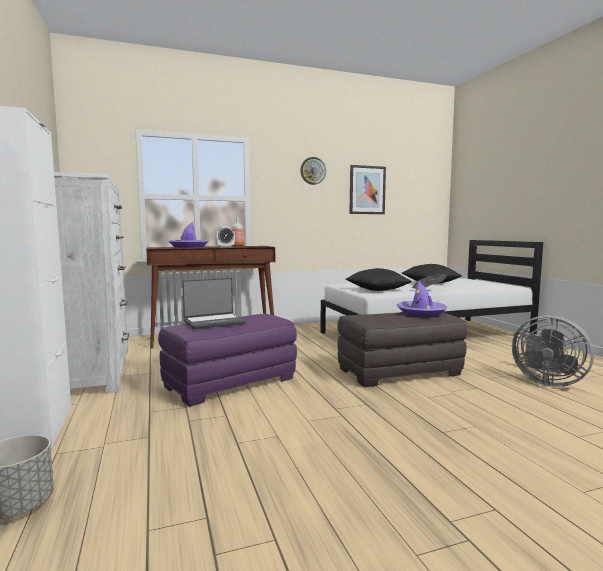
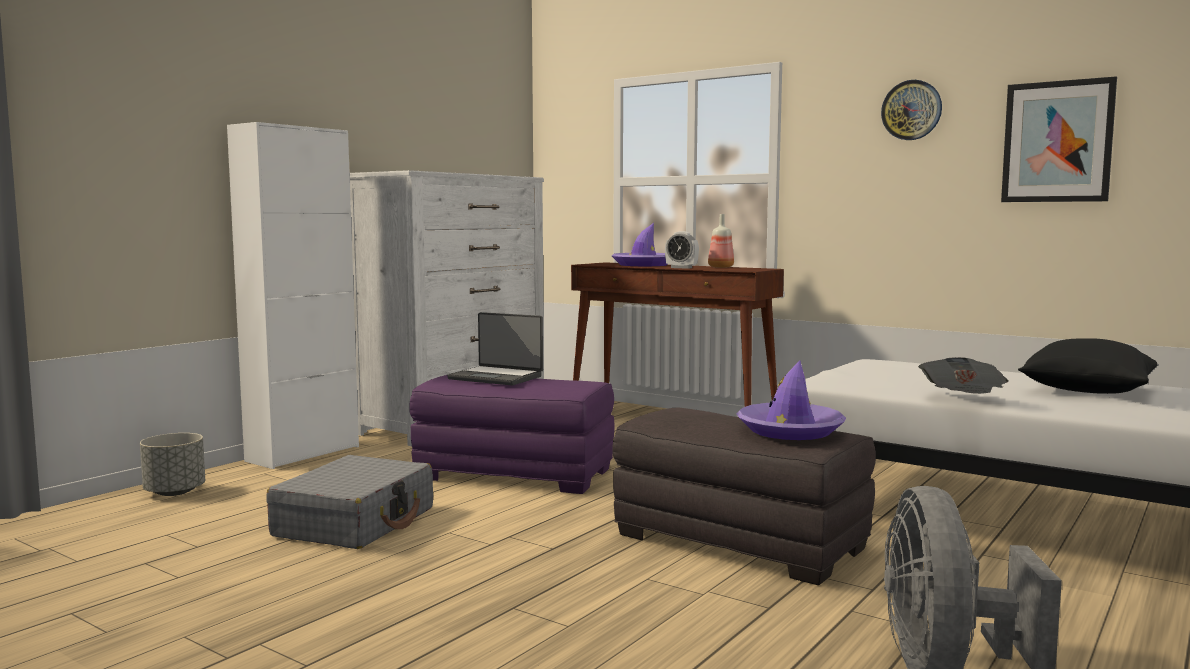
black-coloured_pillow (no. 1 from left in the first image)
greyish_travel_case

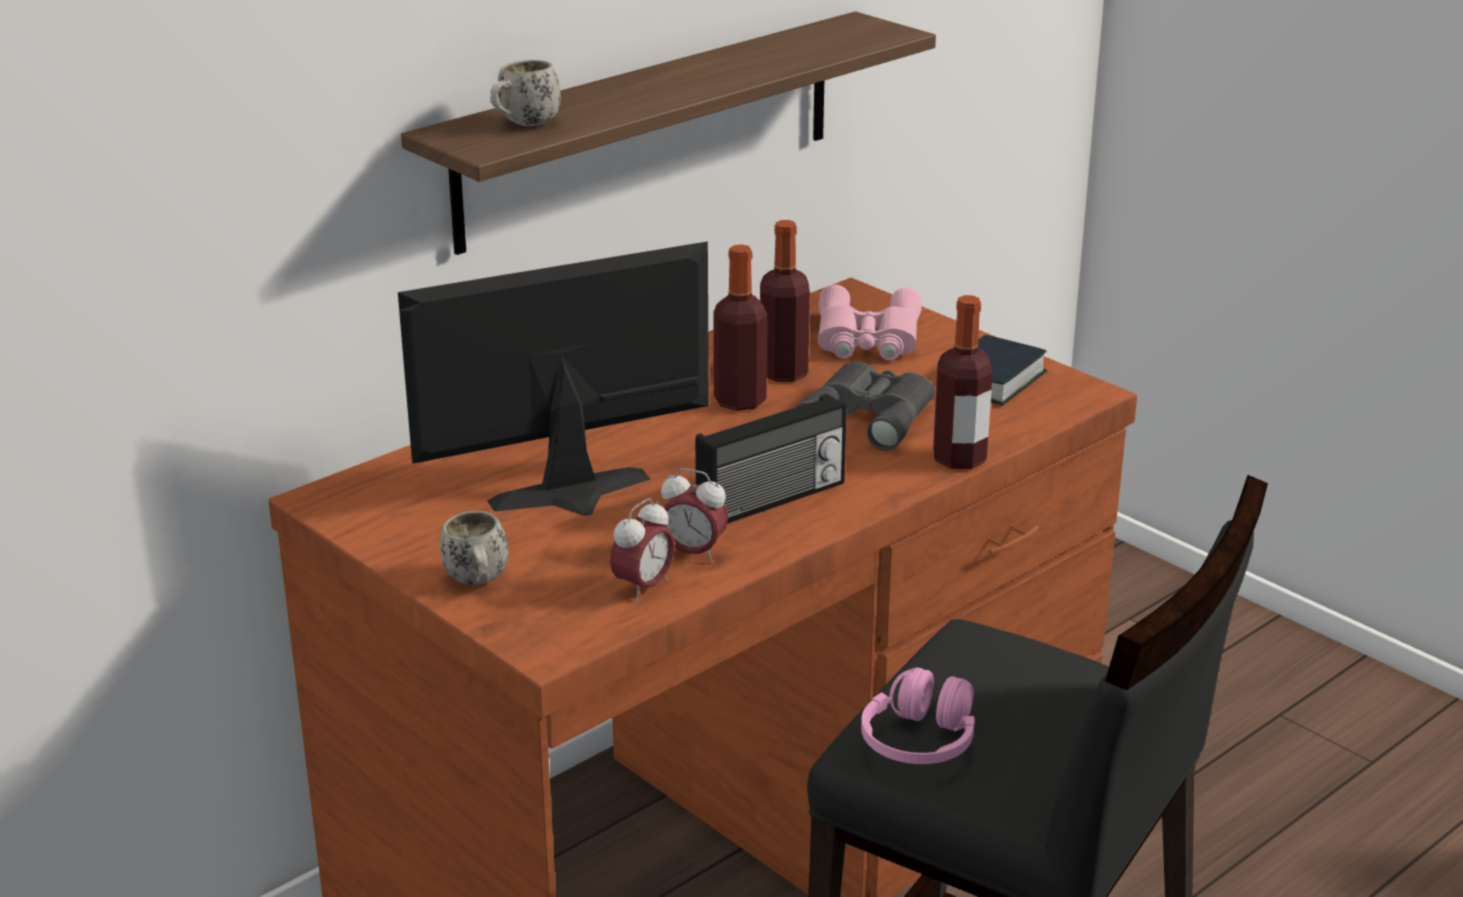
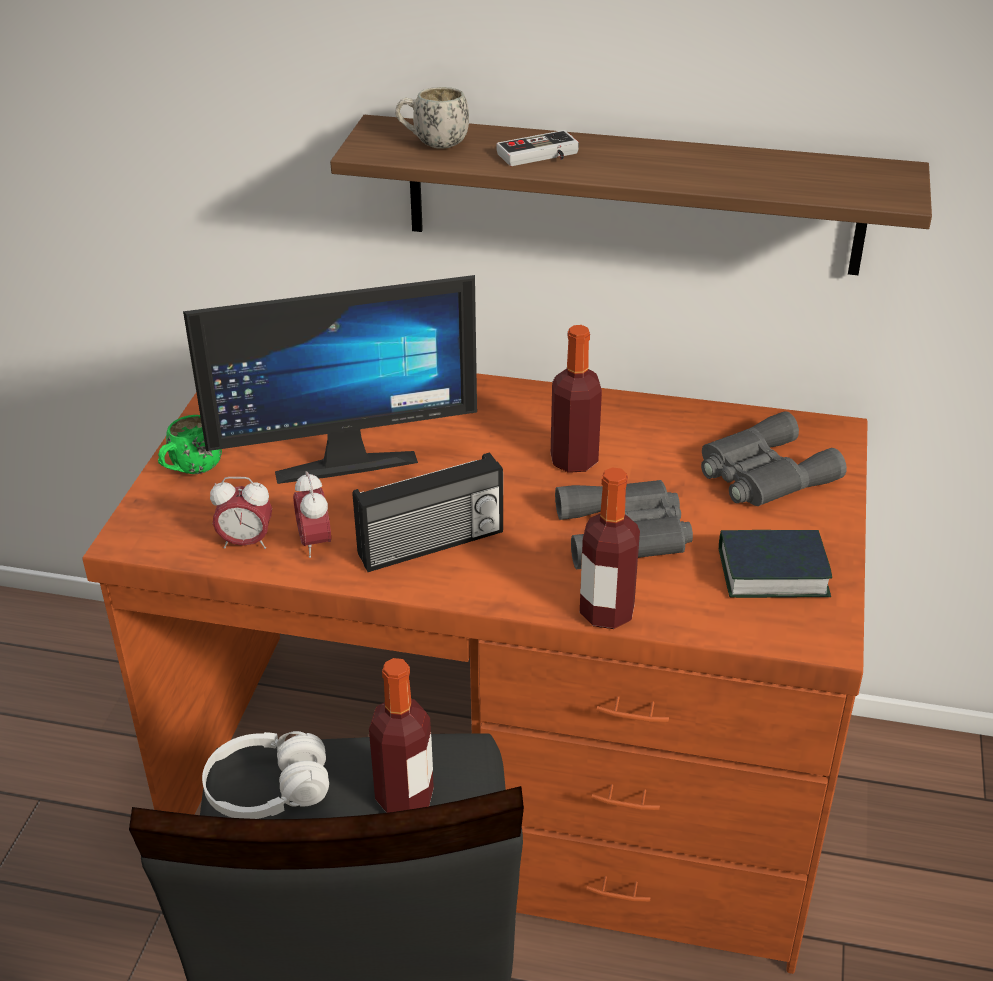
joypad
beverage_bottle (no. 1 from left)
green-coloured_tea_mug
greyish_field_glasses (no. 2 from left)
whitish_pair_of_headphones
computer_screen
radio_set

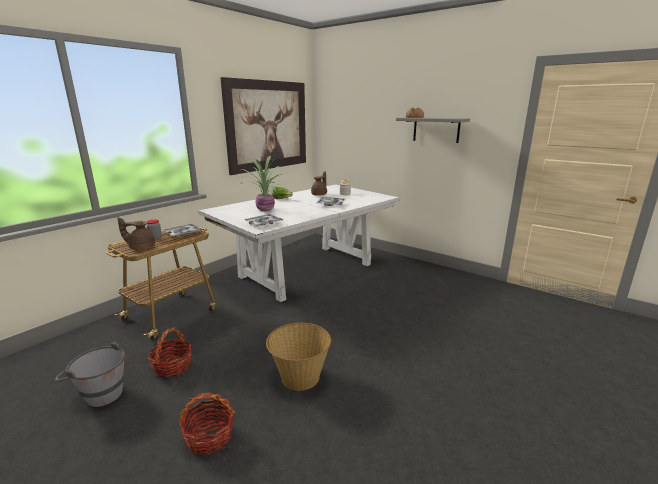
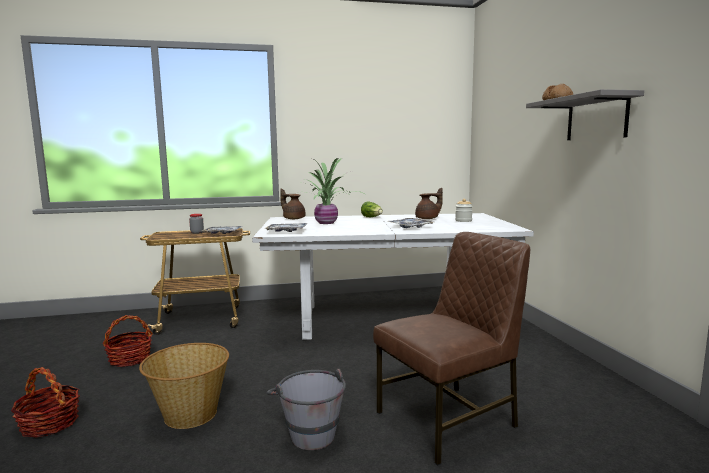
wall_art
brown-coloured_plain_chair
greyish_pail
brown-coloured_pot_for_tea (no. 1 from left)

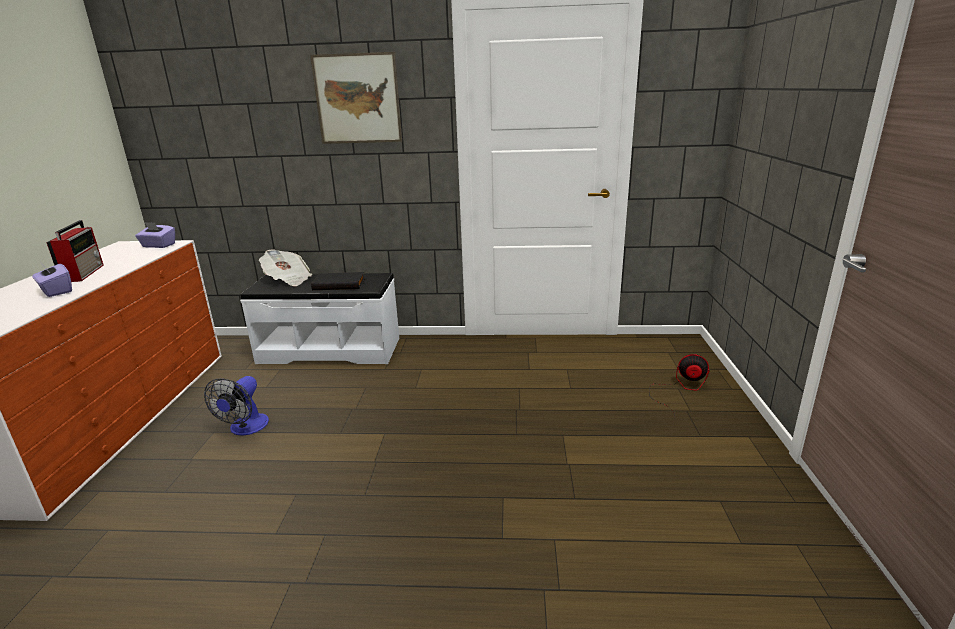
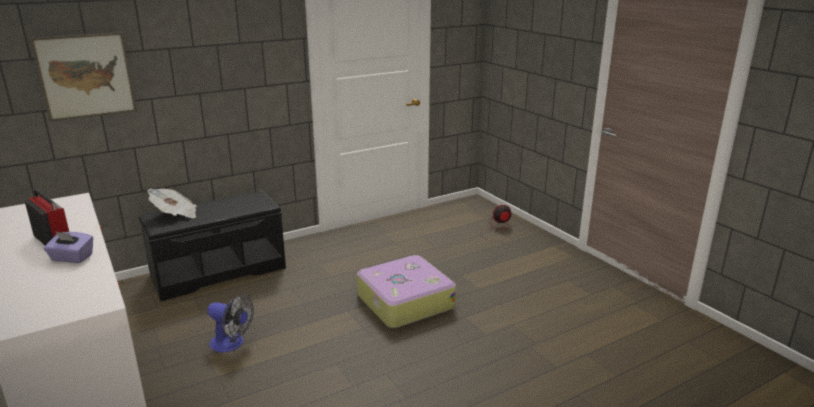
purple-coloured_tissue_holder (no. 2 from left in the first image)
black-coloured_book
travel_case
wall_art
black-coloured_bench
fan (no. 1 from left)

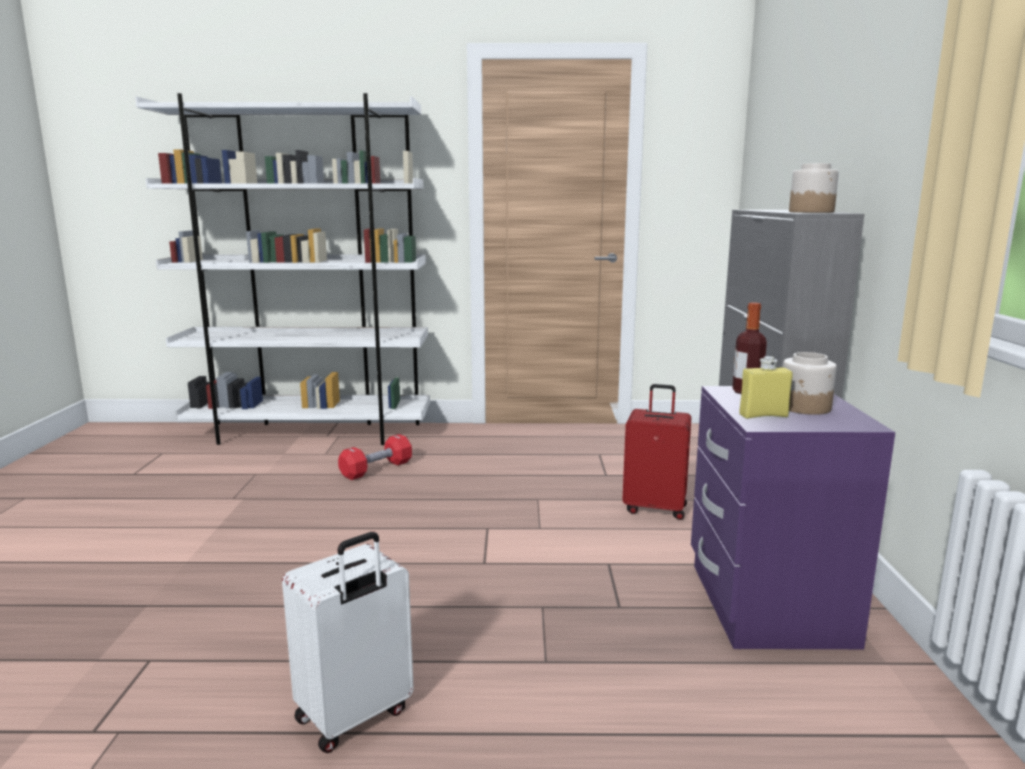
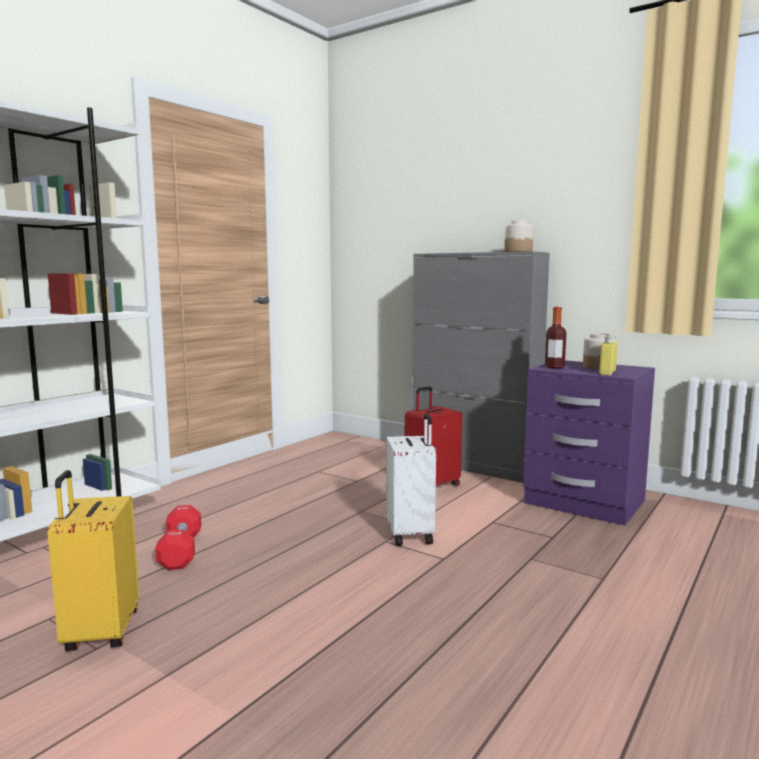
yellowish_travel_case
whitish_travel_case

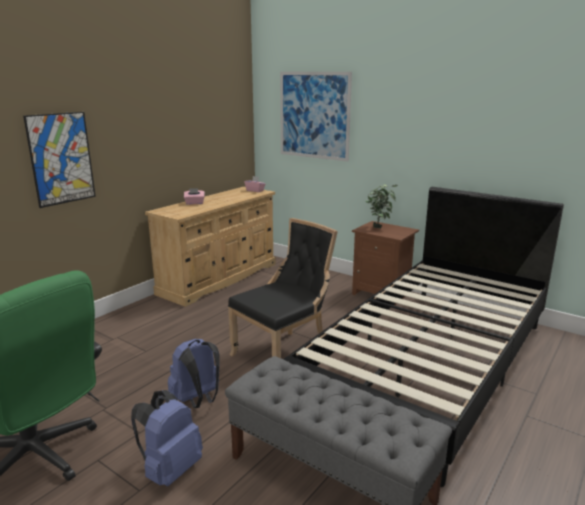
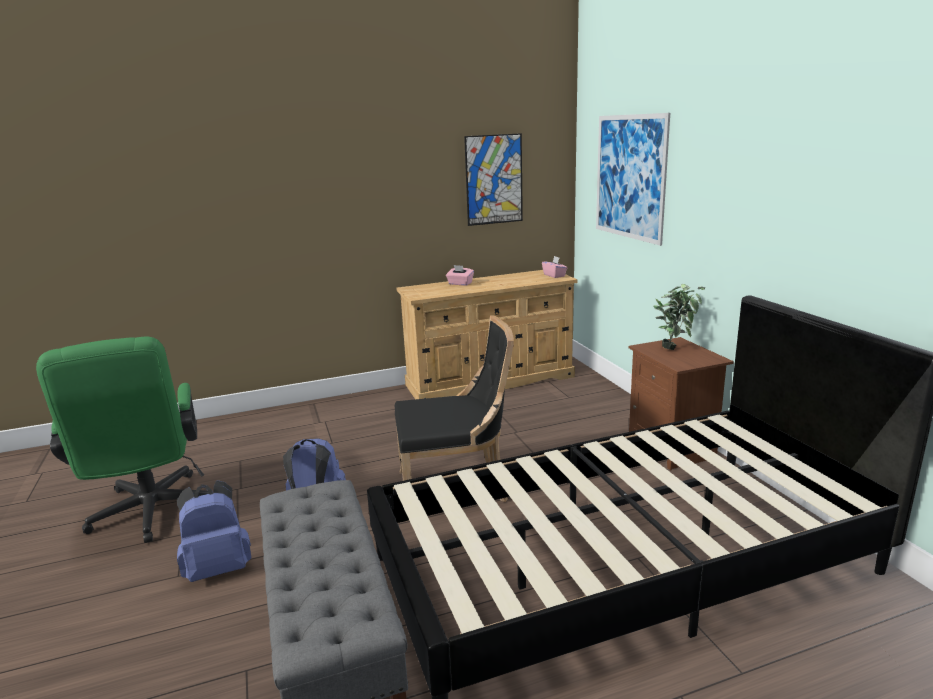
wall_art (no. 1 from left)

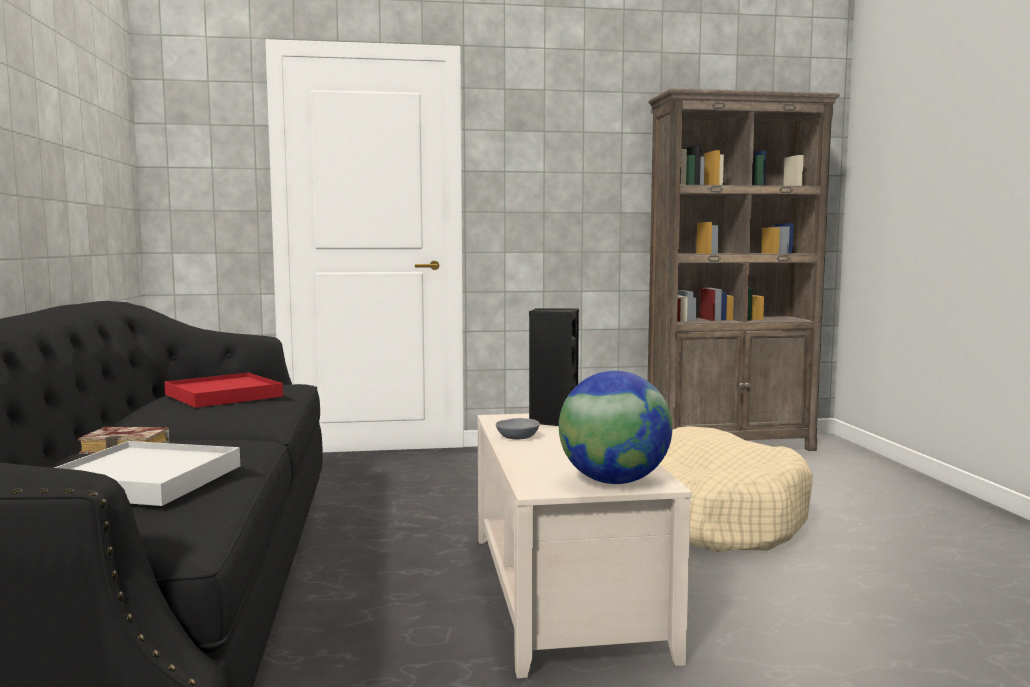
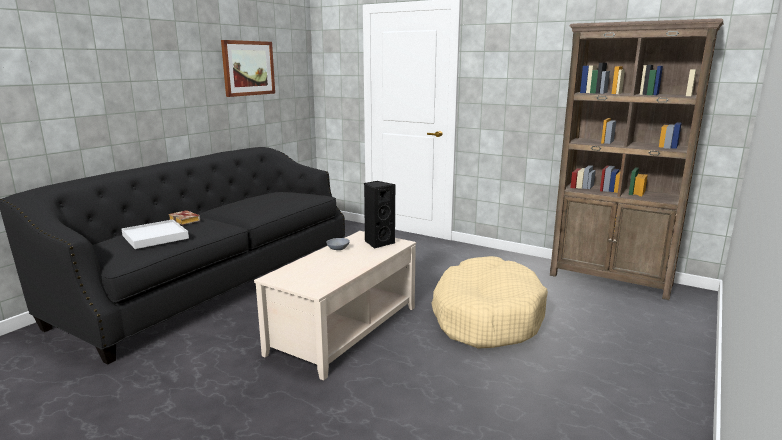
red_carrying_tray
world_globe
wall_art

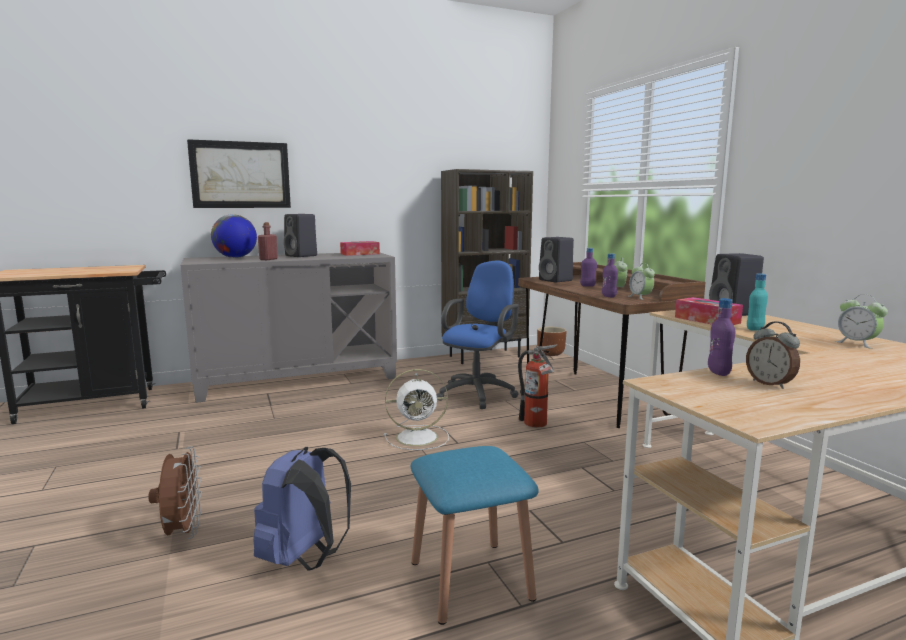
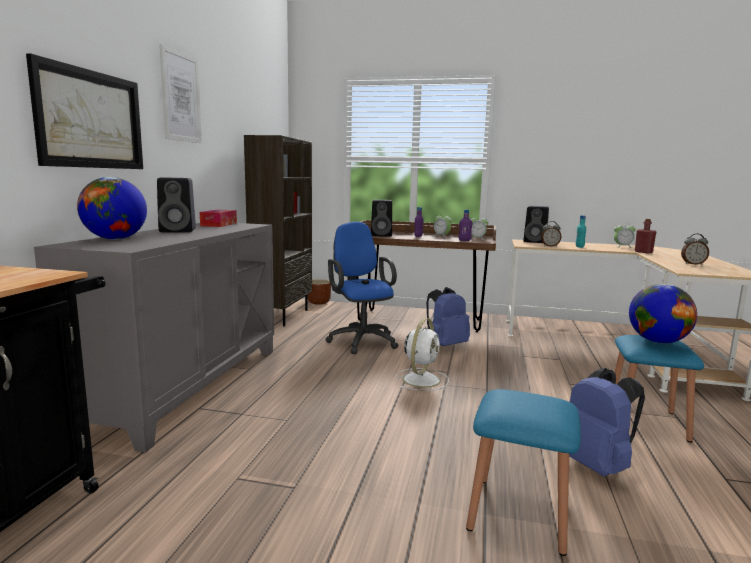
purple-coloured_beverage_bottle (no. 3 from left in the first image)
wall_art (no. 2 from left)
world_globe (no. 2 from left)
red_beverage_bottle
blue-coloured_sitting_stool (no. 1 from left)
blue-coloured_backpack (no. 1 from left)
alarm_clock (no. 3 from left)

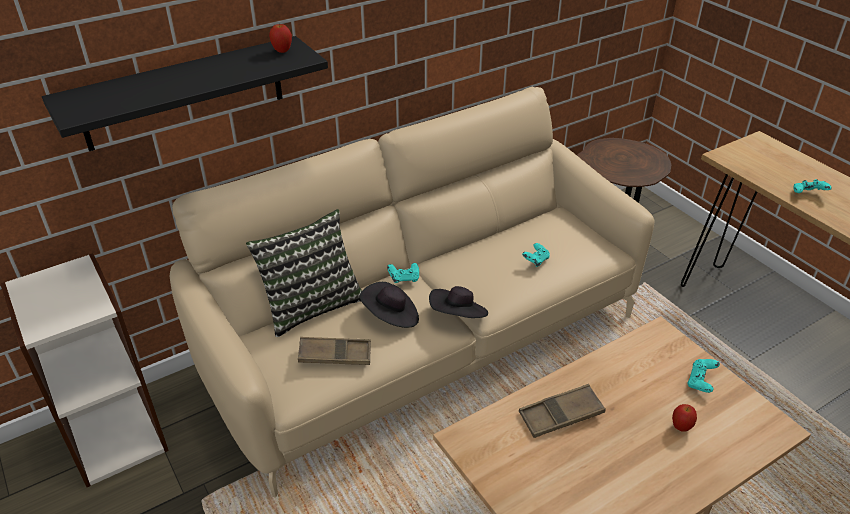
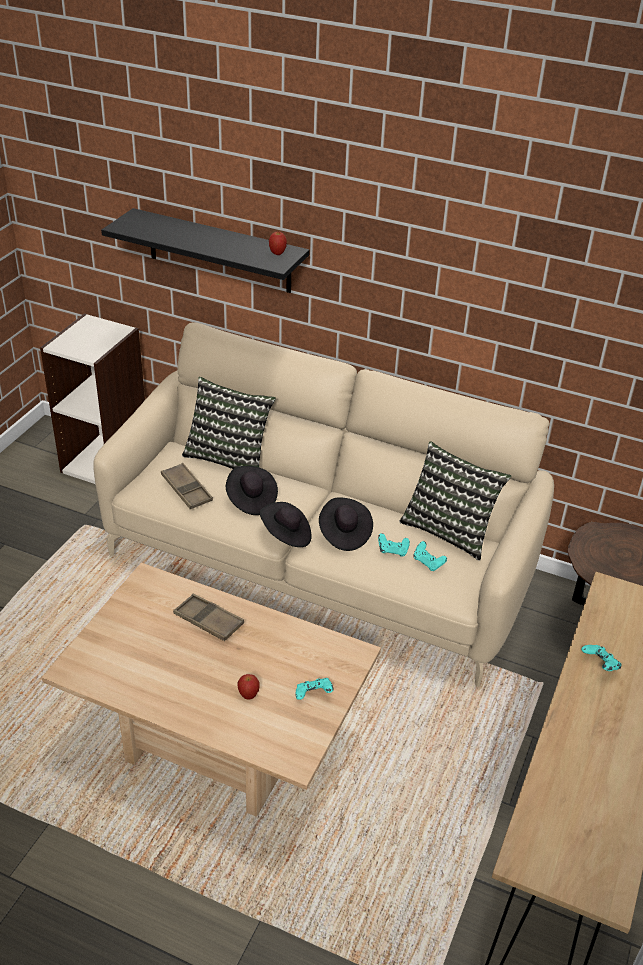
black-coloured_hat (no. 3 from left)
pillow (no. 2 from left)
turquoise_joypad (no. 3 from left)

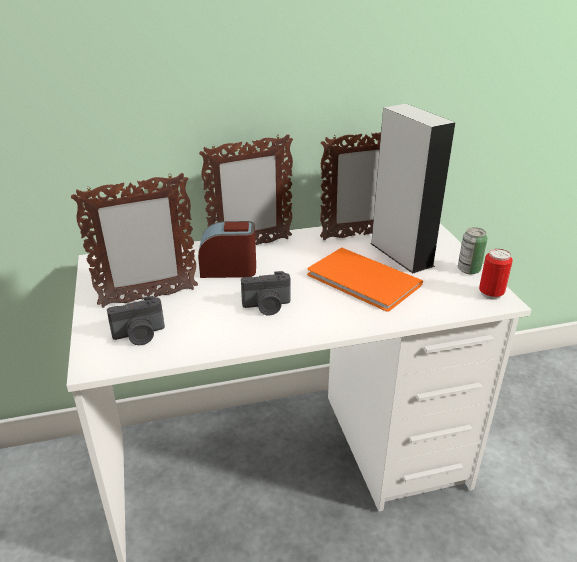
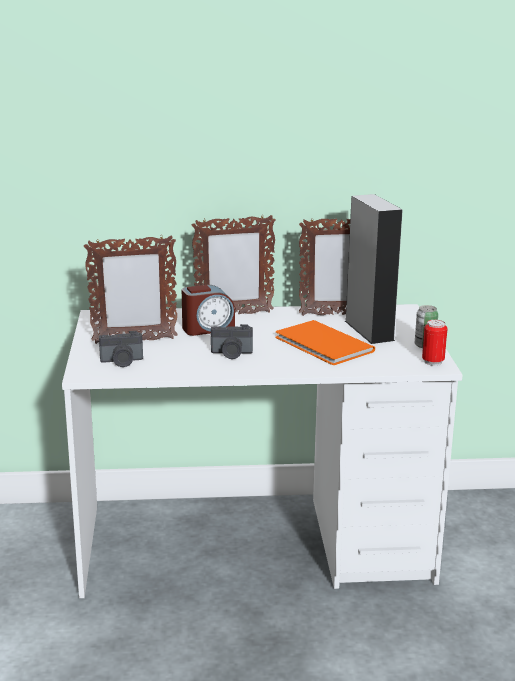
alarm_clock

